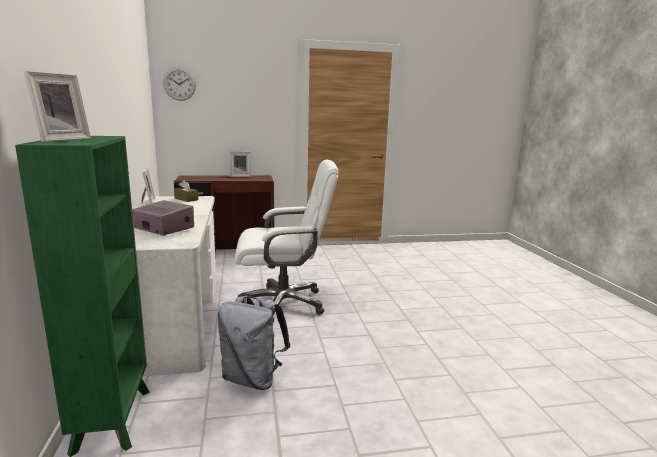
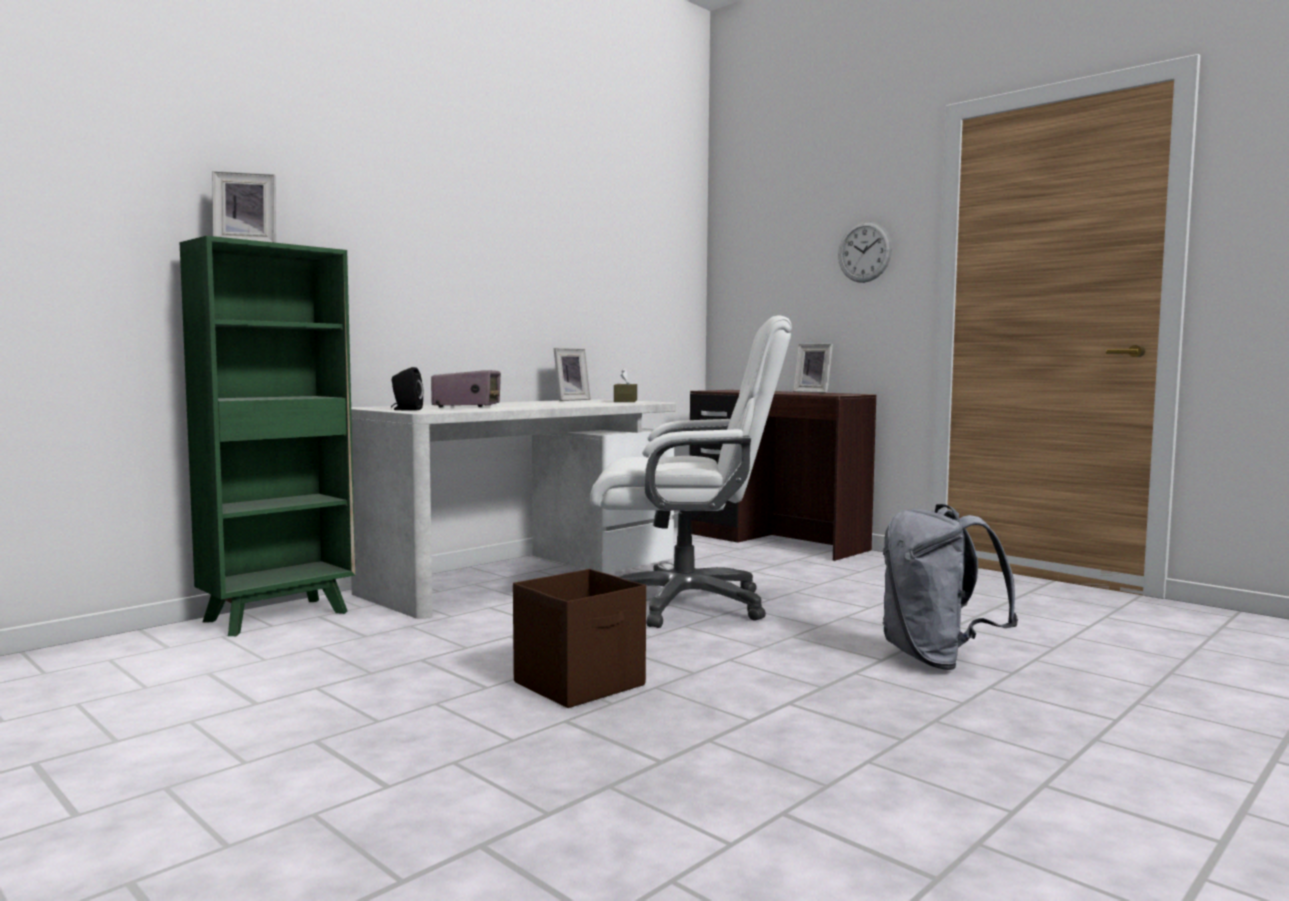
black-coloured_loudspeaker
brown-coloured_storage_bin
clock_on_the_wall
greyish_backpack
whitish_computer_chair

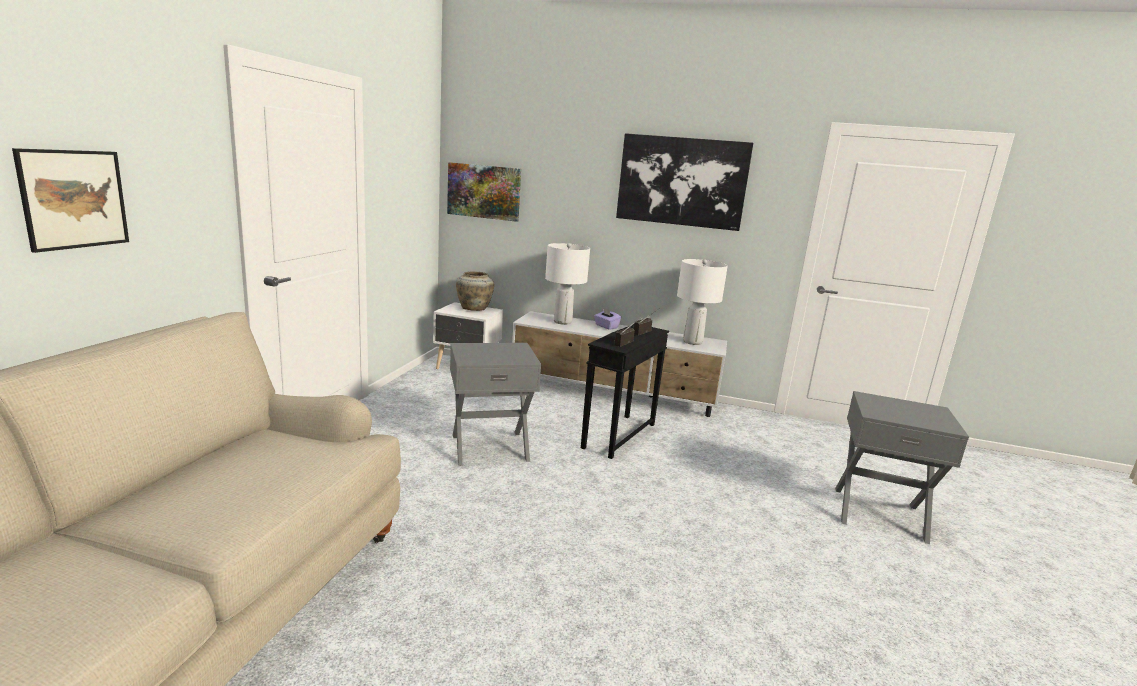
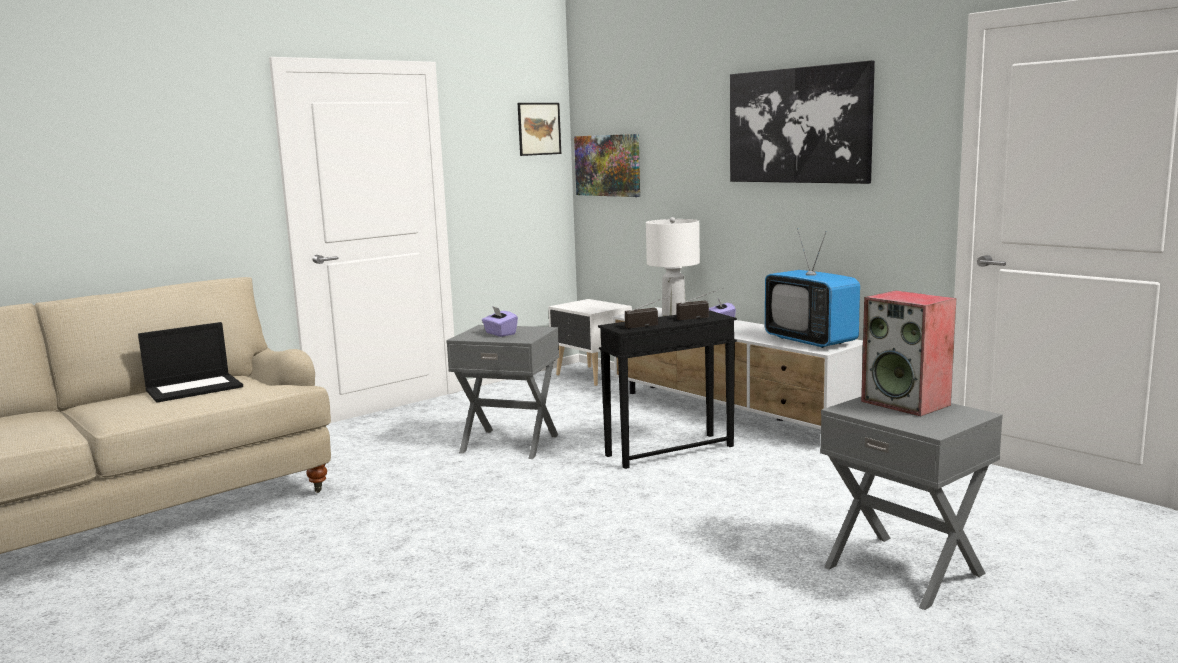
beige_vase
portable_computer
purple-coloured_tissue_holder (no. 1 from left)
loudspeaker
wall_art (no. 1 from left)
TV_set

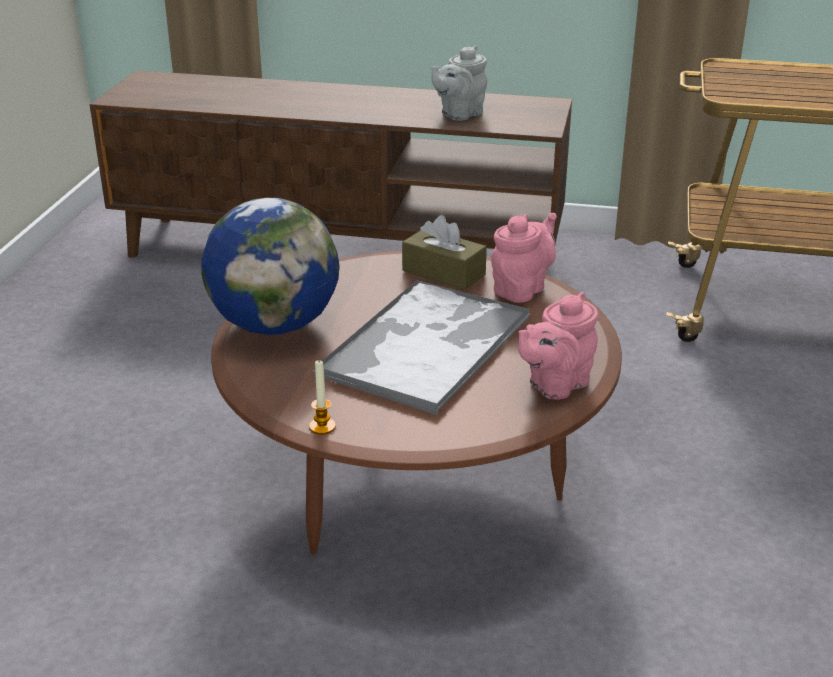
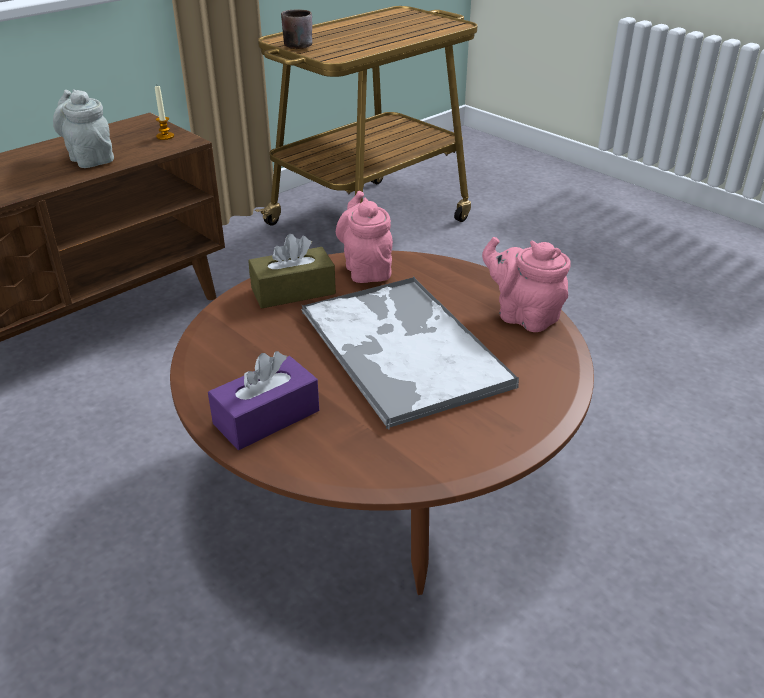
brown-coloured_tea_mug
wax_light
purple-coloured_tissue_holder
greyish_pot_for_tea
pink-coloured_pot_for_tea (no. 2 from left)

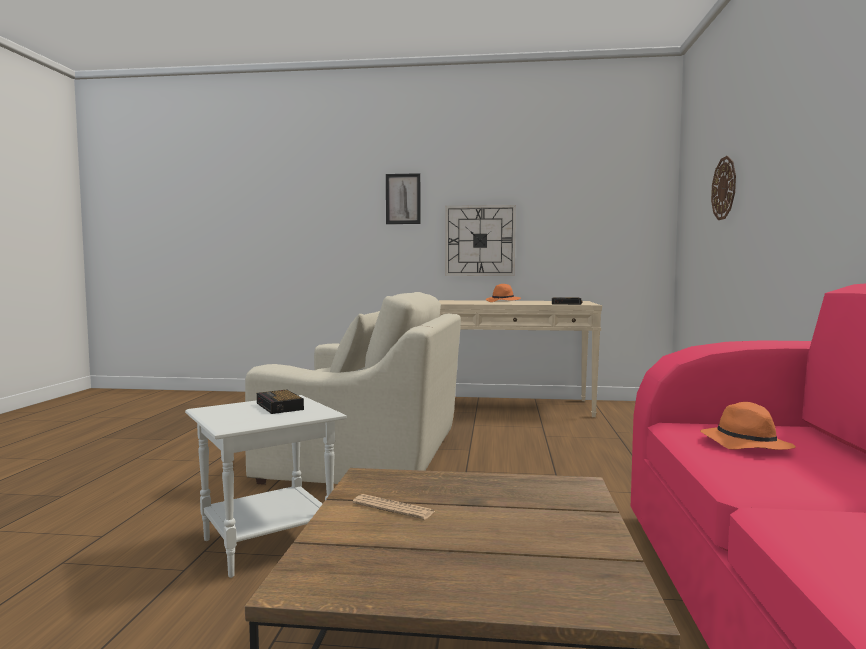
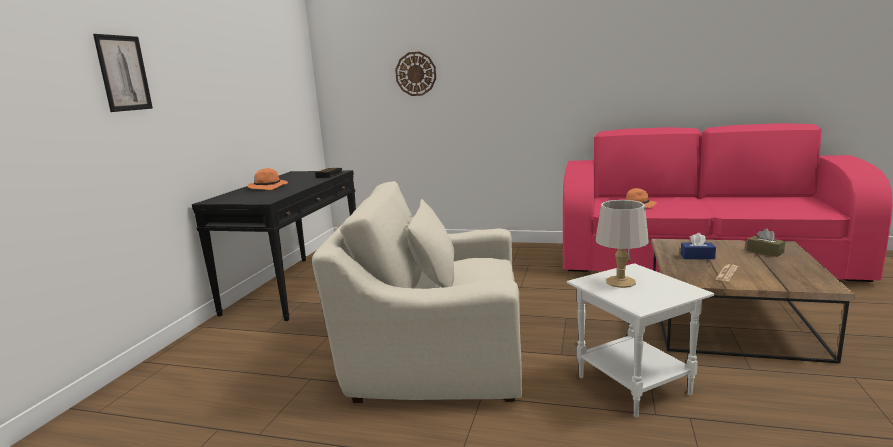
clock_on_the_wall (no. 1 from left in the first image)
blue-coloured_tissue_holder
brown-coloured_tissue_holder
greyish_table_lamp
black-coloured_hall_table
beige_easy_chair

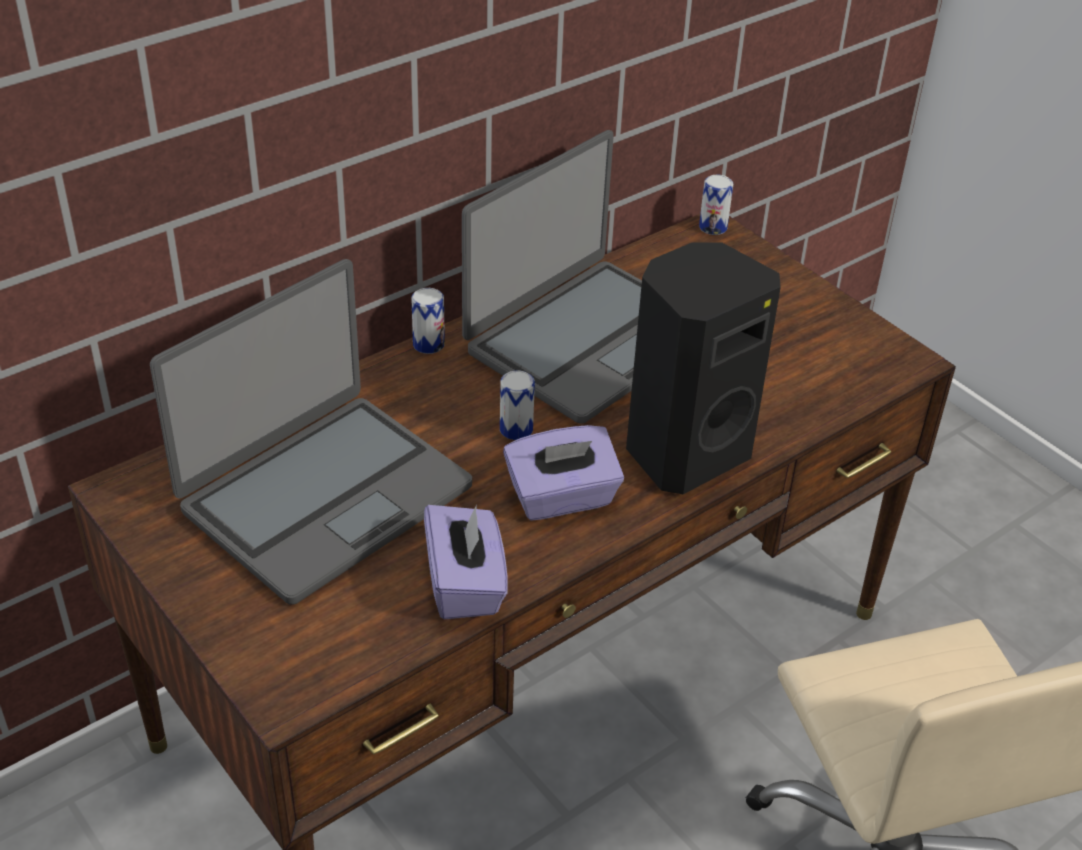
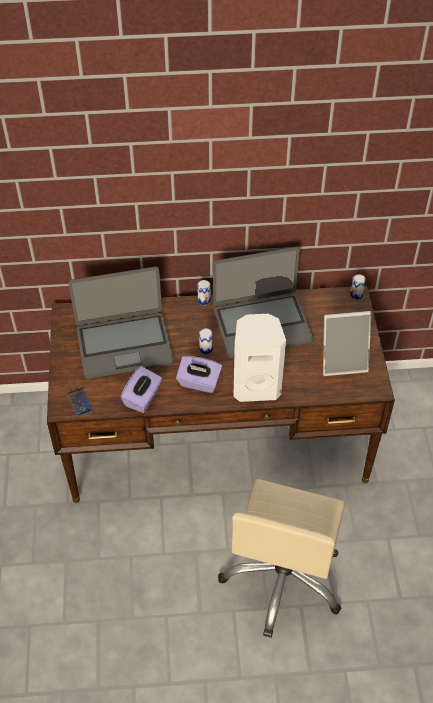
telephone
picture_frame
whitish_loudspeaker

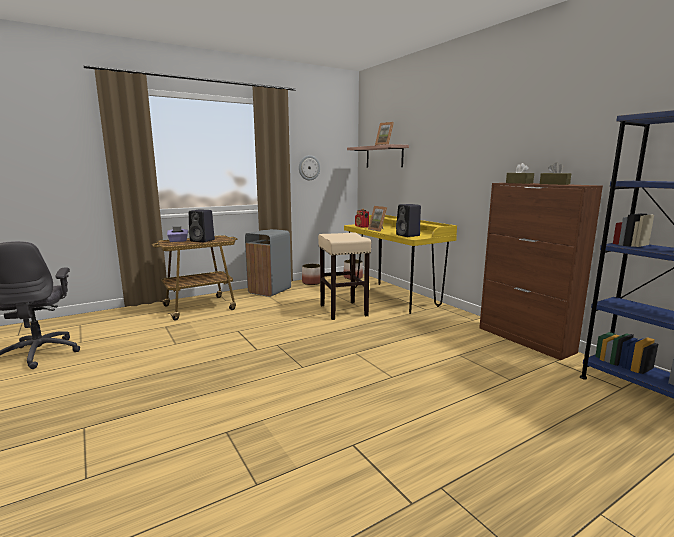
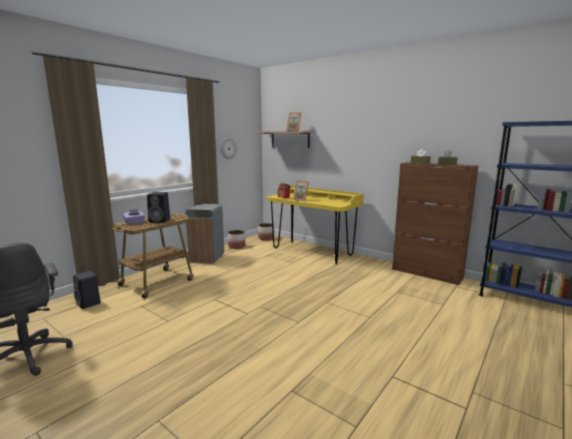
beige_sitting_stool
black-coloured_loudspeaker (no. 1 from left)

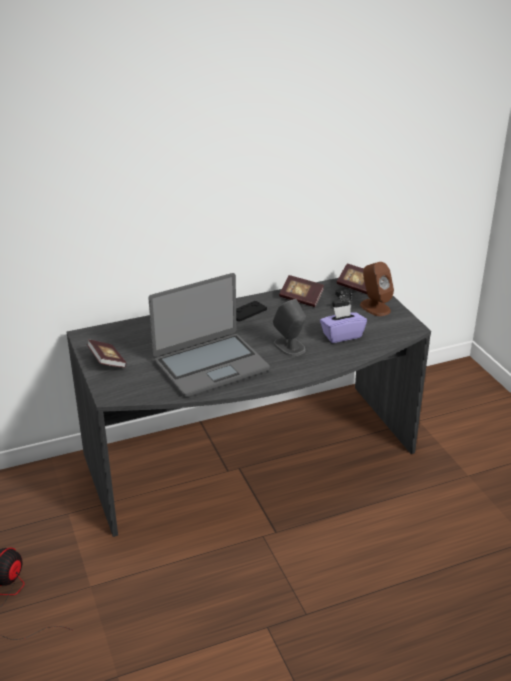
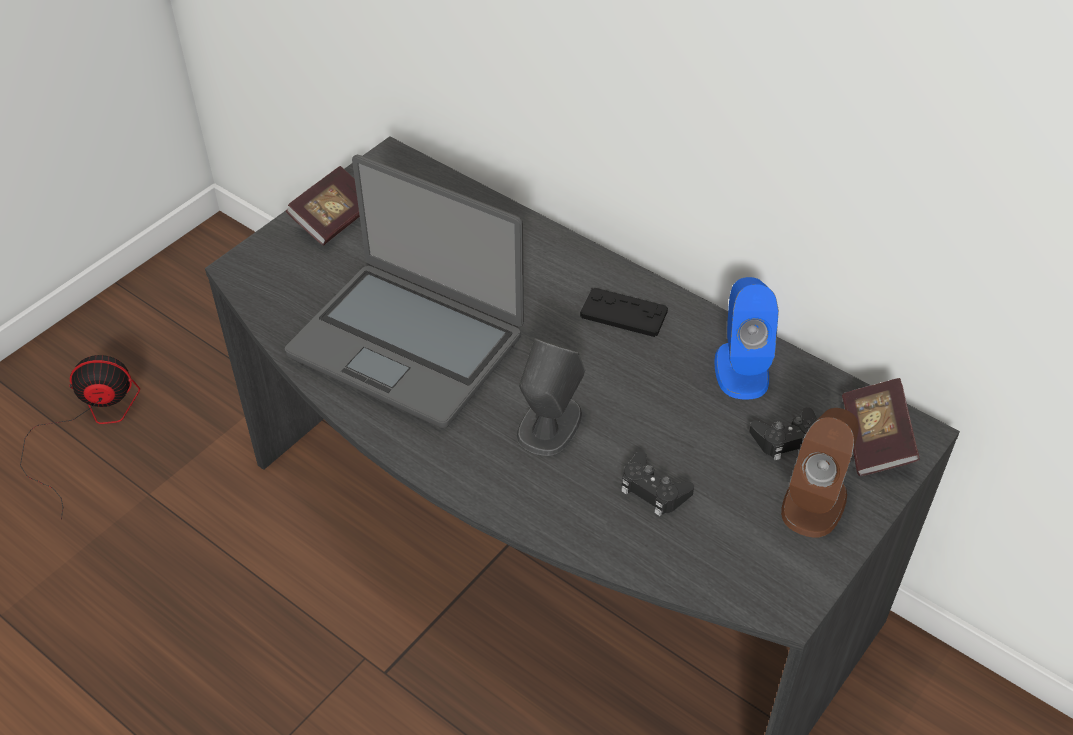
blue-coloured_loudspeaker
black-coloured_joypad (no. 2 from left)

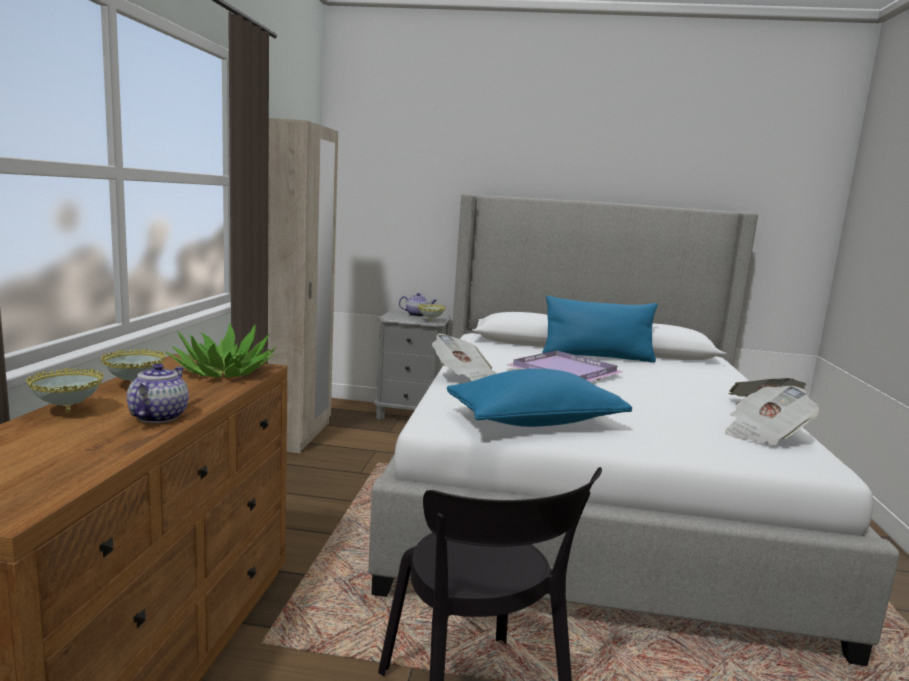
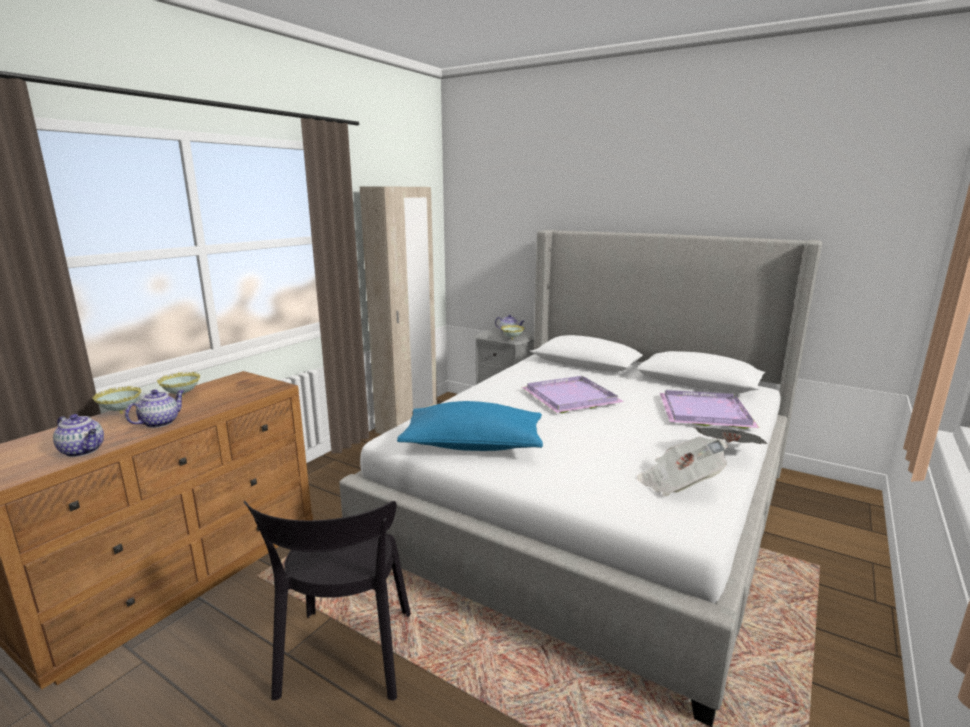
houseplant
printed_paper (no. 1 from left in the first image)
blue-coloured_pillow (no. 2 from left in the first image)
pot_for_tea (no. 1 from left)
purple-coloured_carrying_tray (no. 2 from left)

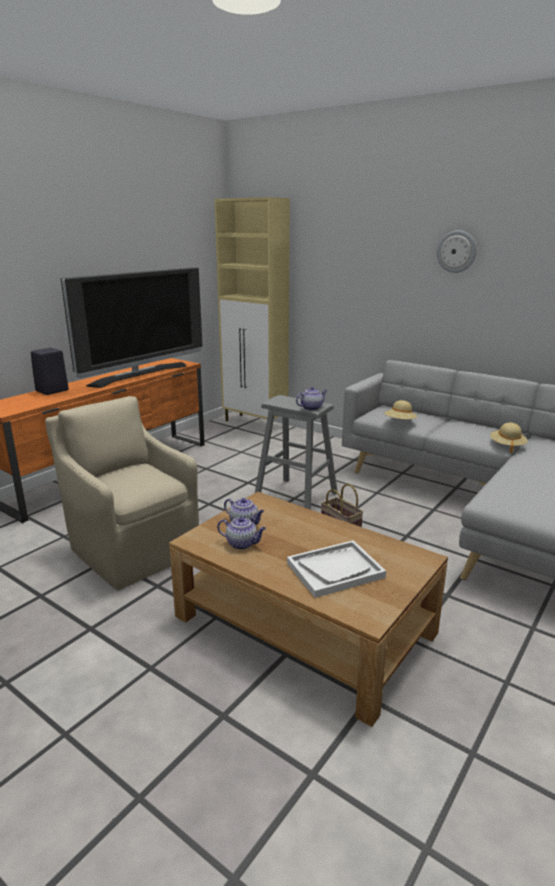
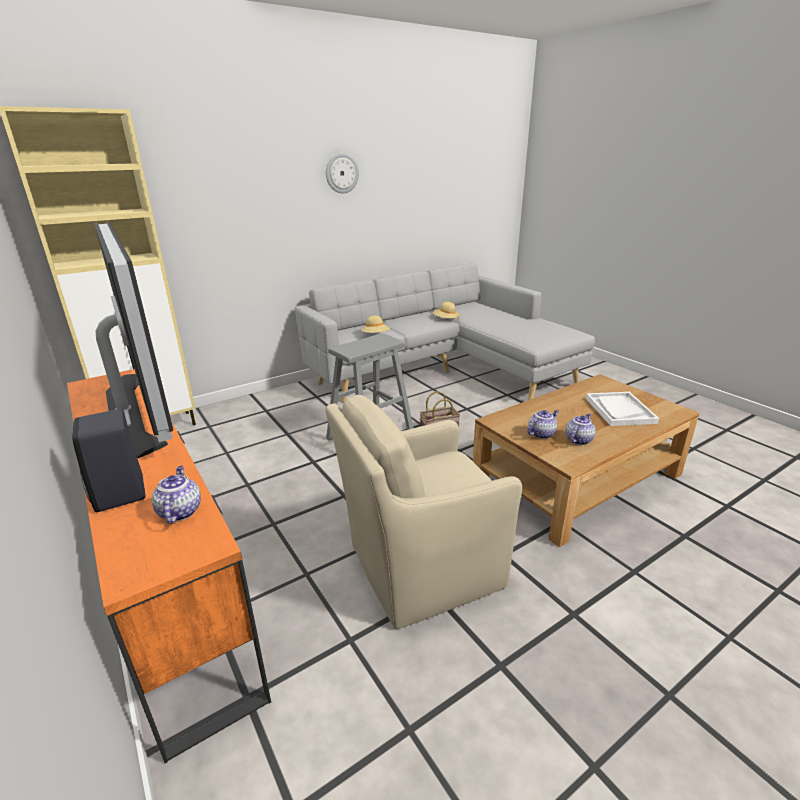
pot_for_tea (no. 1 from left)

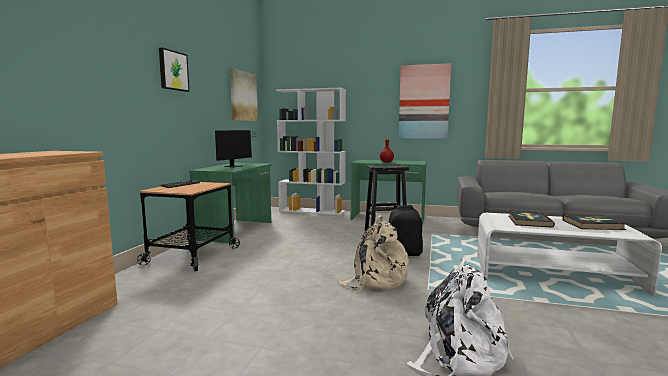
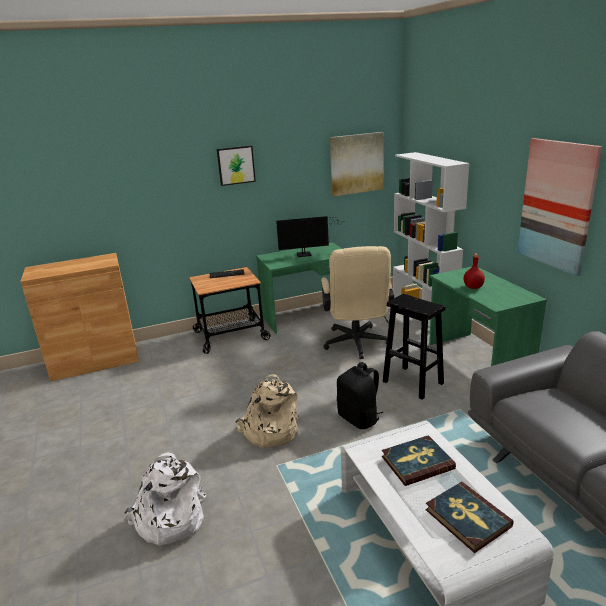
beige_computer_chair

